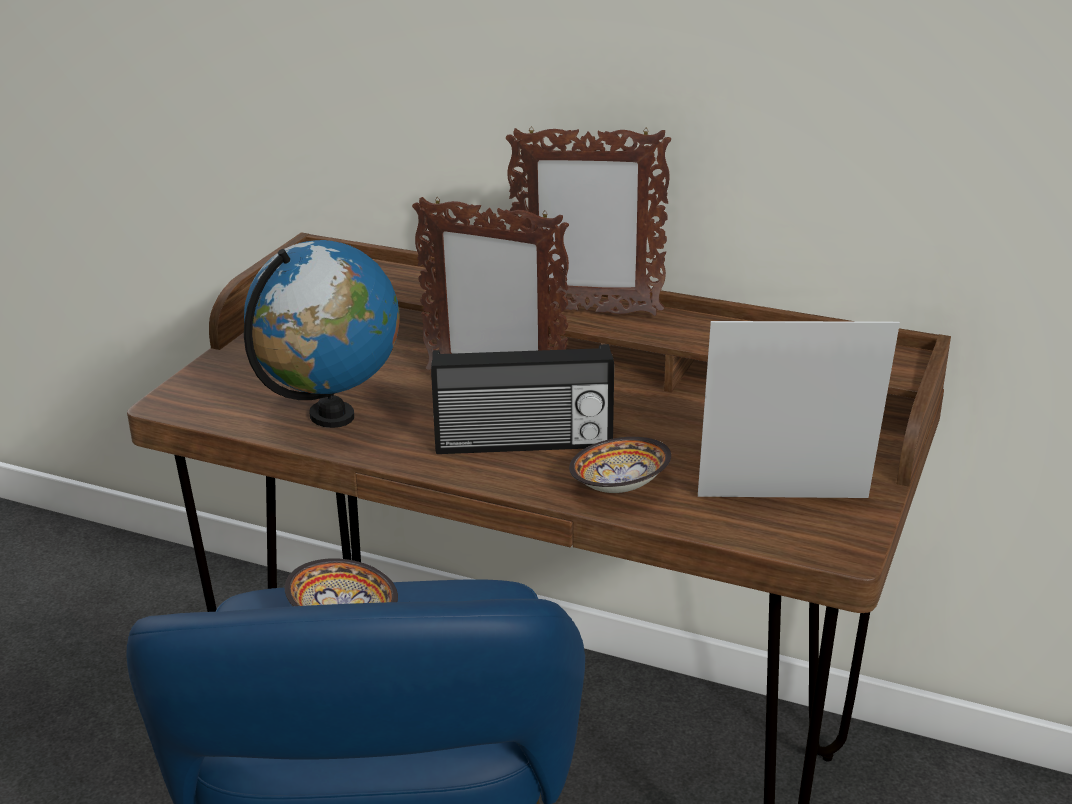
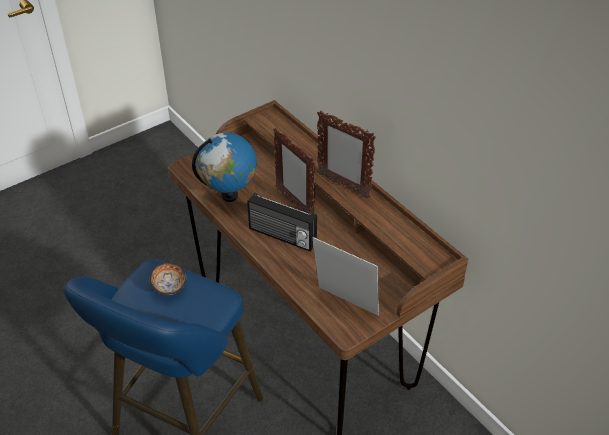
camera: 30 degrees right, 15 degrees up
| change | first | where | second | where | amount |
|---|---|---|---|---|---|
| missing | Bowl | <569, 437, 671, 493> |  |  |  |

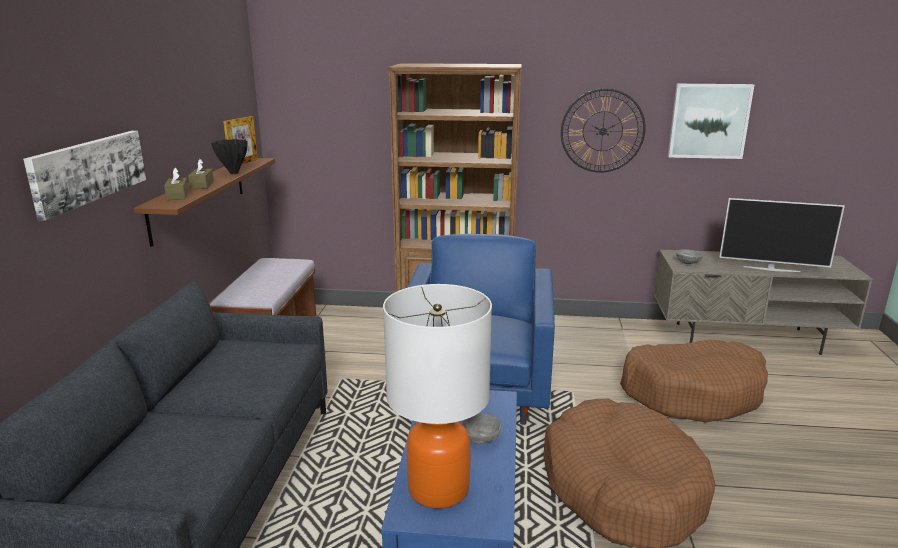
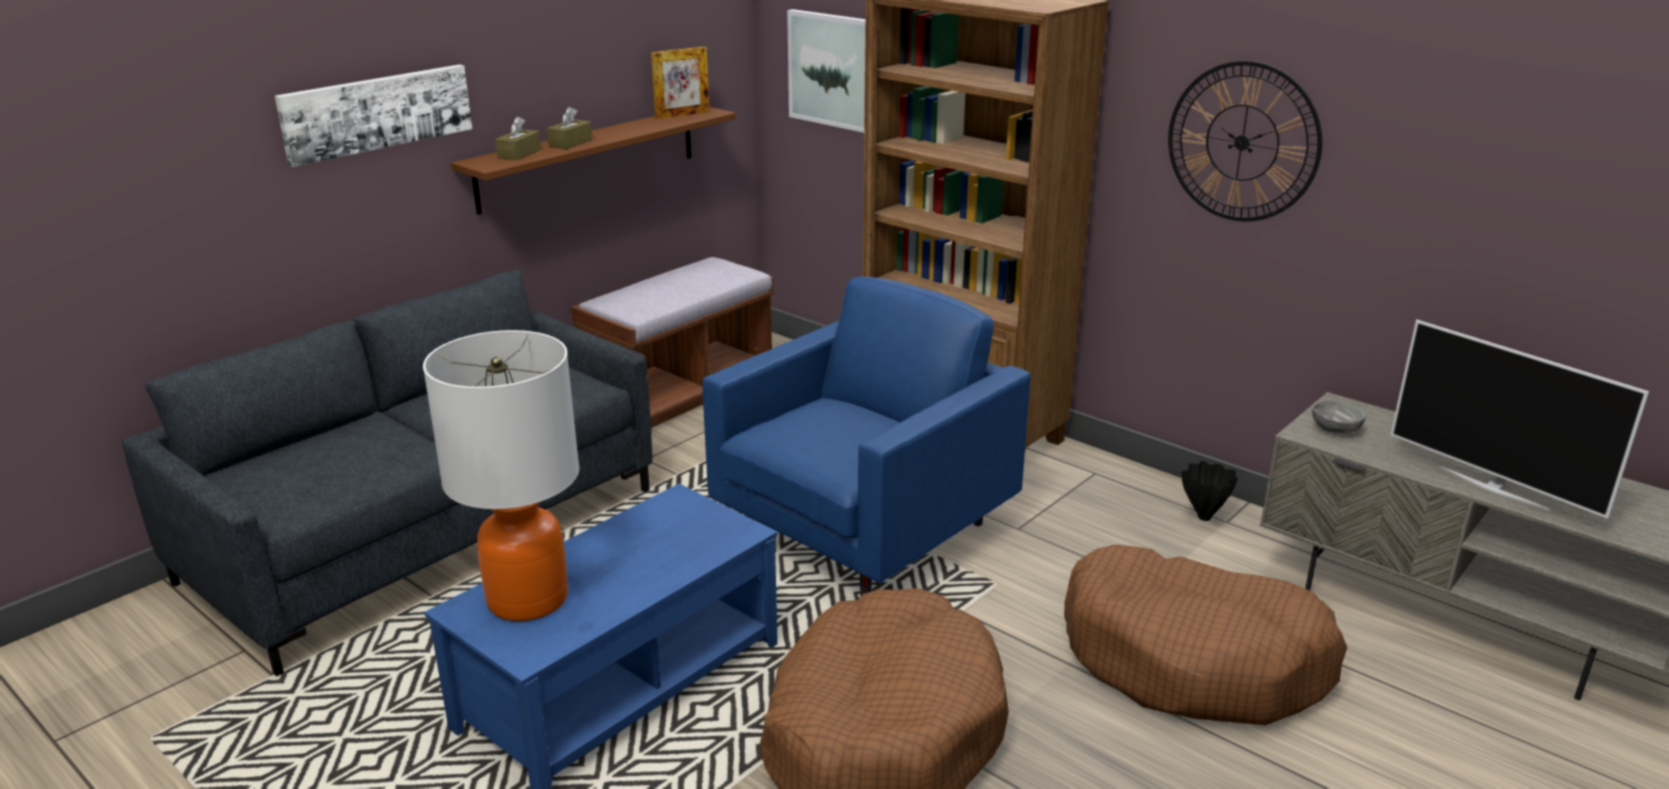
camera: 35 degrees right, 5 degrees up
| change | first | where | second | where | amount |
|---|---|---|---|---|---|
| relocated | BlackColouredVase | <211, 139, 247, 174> |  | <1182, 461, 1238, 521> |  |
| missing | GreyBowl | <461, 414, 501, 444> |  |  |  |
| relocated | WallArt | <668, 84, 754, 159> |  | <787, 9, 865, 133> |  |

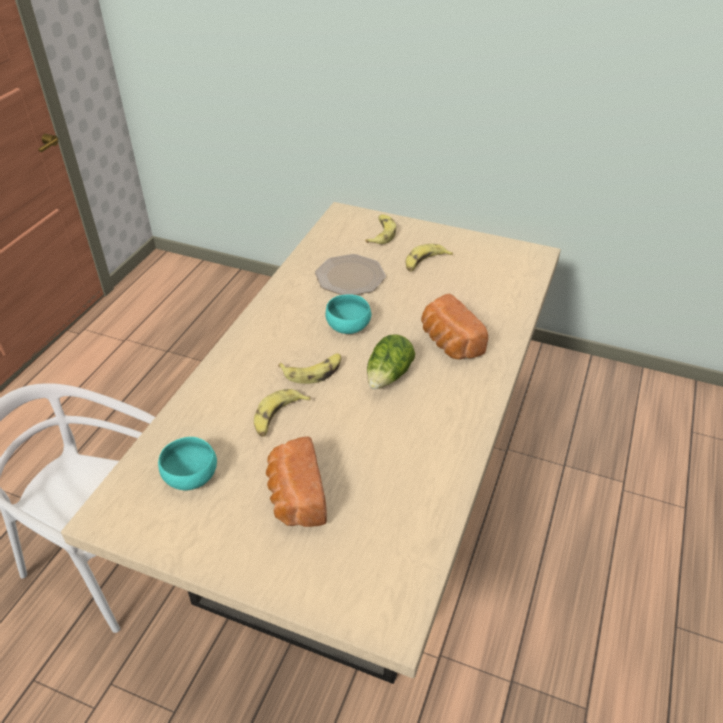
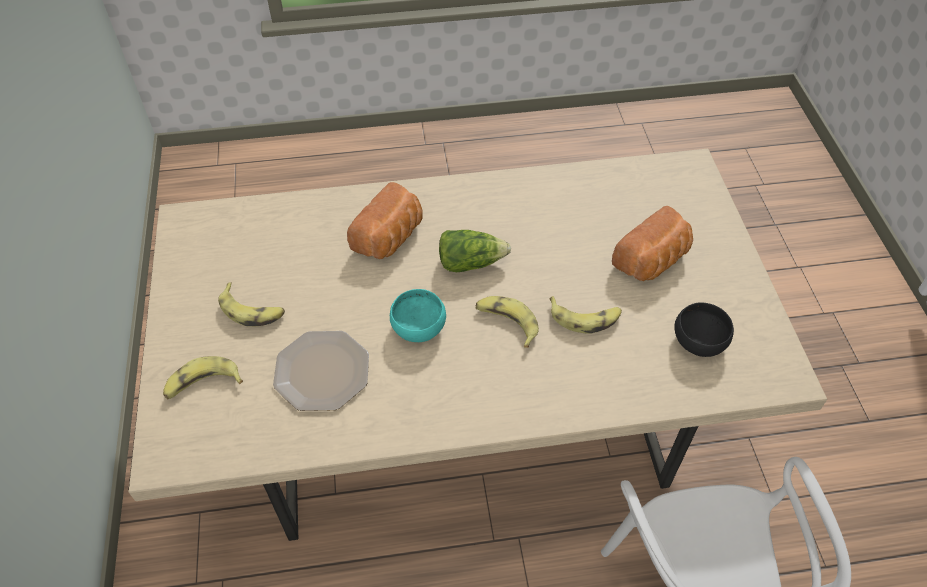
camera: 120 degrees left, 10 degrees up
| change | first | where | second | where | amount |
|---|---|---|---|---|---|
| colour | TurquoiseColouredBowl | <158, 437, 217, 491> | BlackColouredBowl | <674, 302, 734, 357> |  |

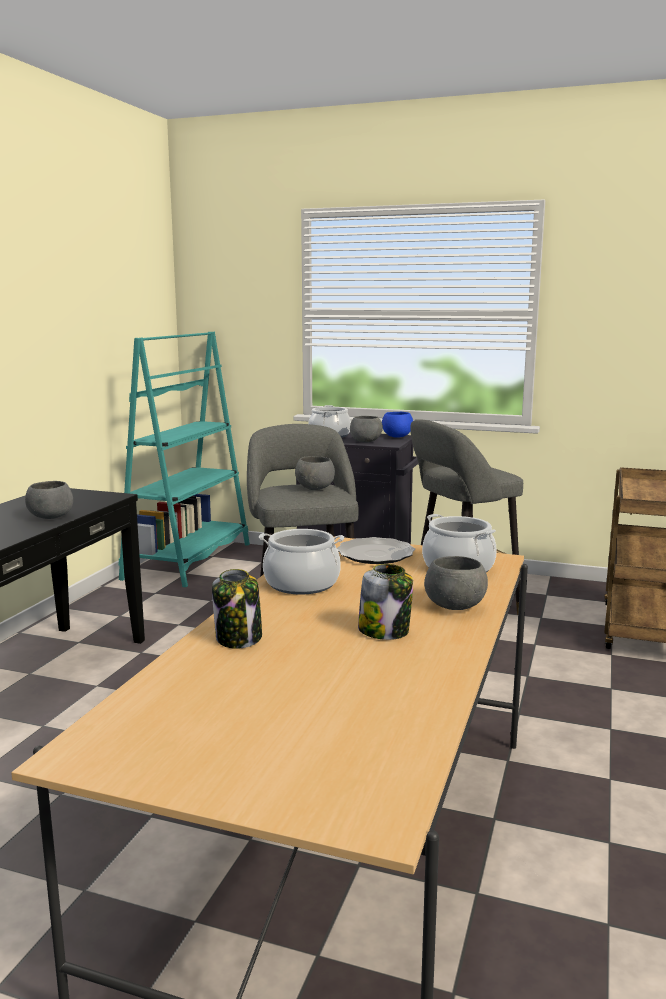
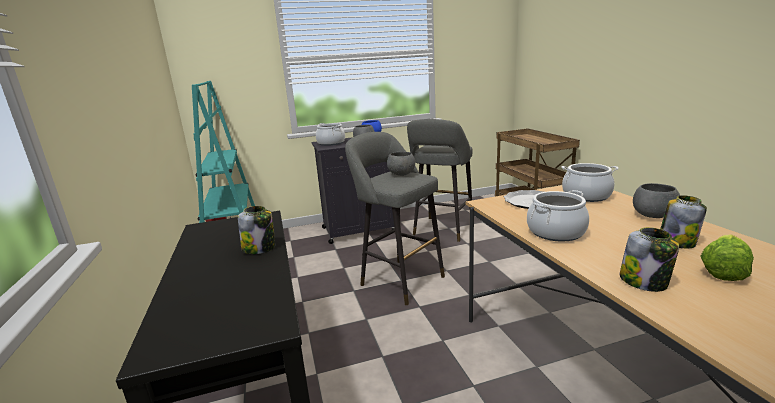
camera: 35 degrees left, 5 degrees up
| change | first | where | second | where | amount |
|---|---|---|---|---|---|
| exchanged | GreyBowl | <25, 481, 73, 519> | StorageJar | <238, 206, 275, 254> |  |
| appeared |  |  | LettuceHead | <700, 235, 754, 281> |  |

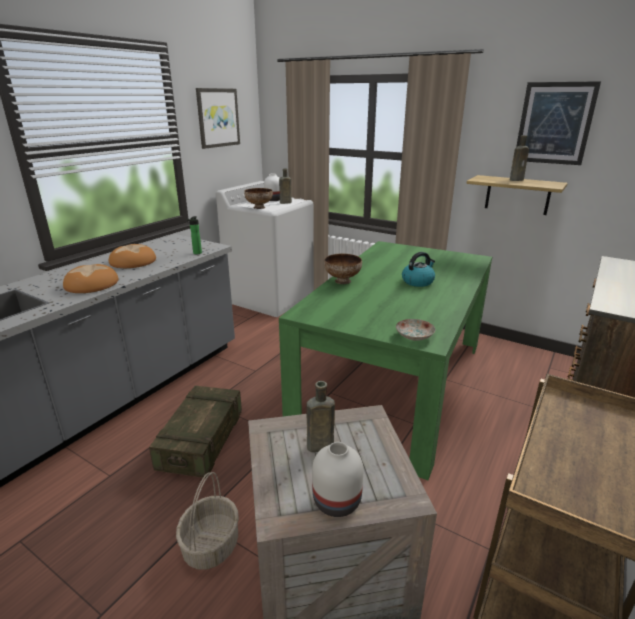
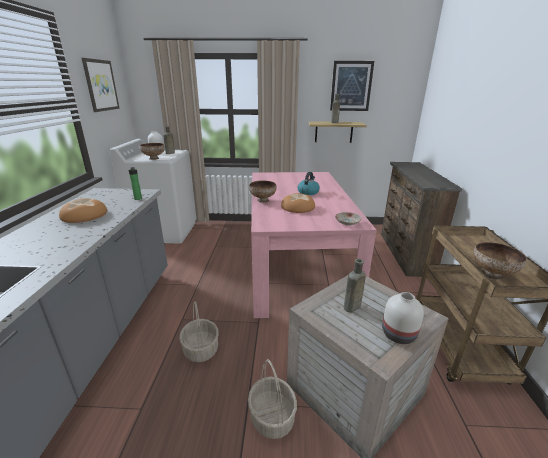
camera: 30 degrees left, 0 degrees up
| change | first | where | second | where | amount |
|---|---|---|---|---|---|
| relocated | BakedBread | <63, 264, 118, 293> |  | <281, 193, 315, 213> |  |
| exchanged | PackingCrate | <149, 385, 242, 478> | Basket | <179, 301, 219, 362> |  |
| colour | GreenishDiningTable | <279, 241, 492, 480> | PinkDiningTable | <251, 172, 377, 318> |  |
| appeared |  |  | Bowl | <473, 242, 527, 279> |  |

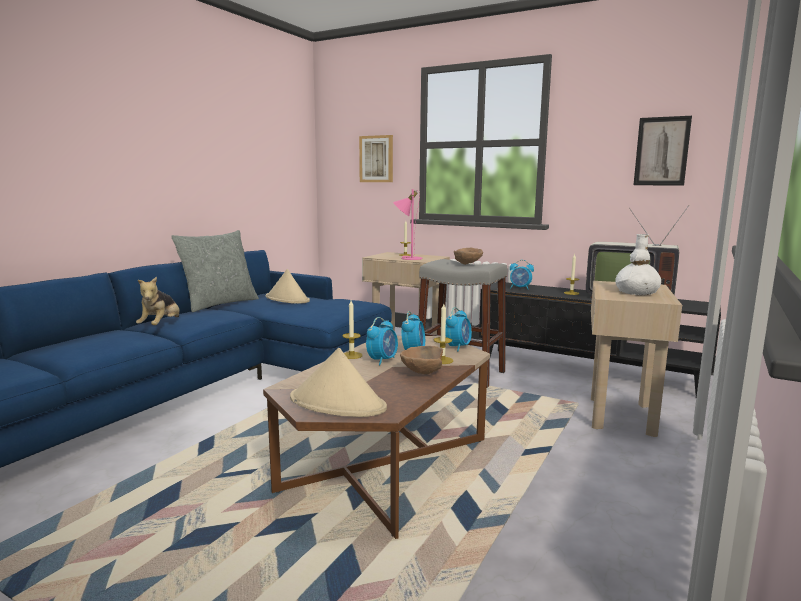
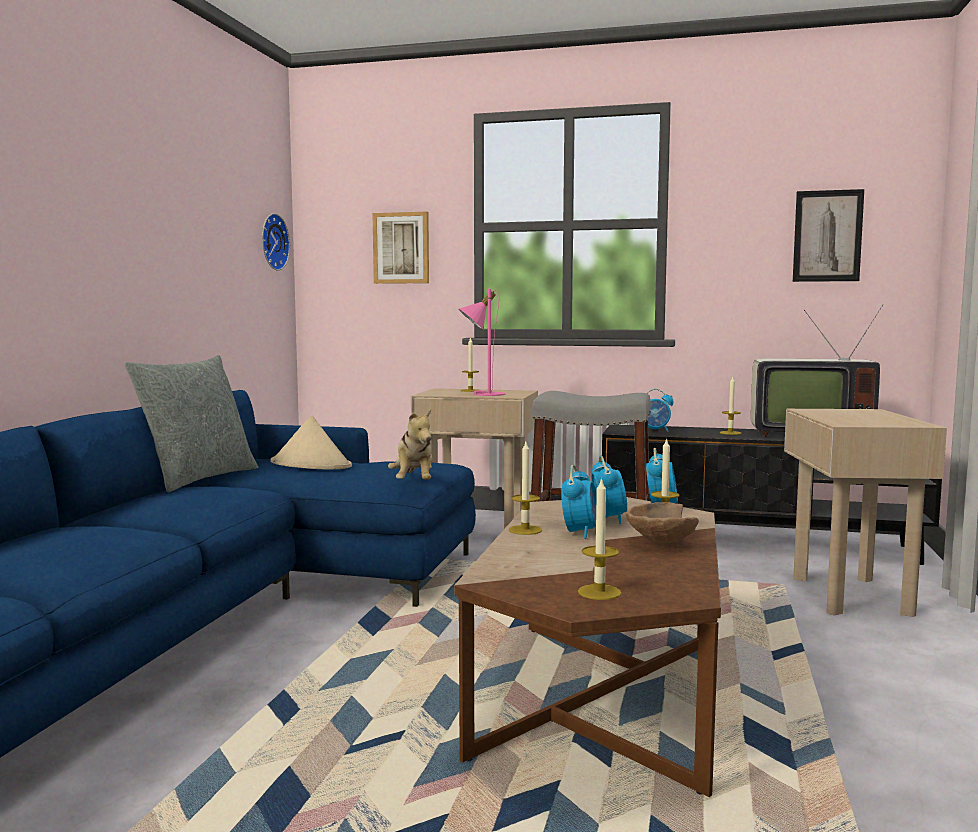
camera: 15 degrees left, 5 degrees down
| change | first | where | second | where | amount |
|---|---|---|---|---|---|
| relocated | CuddlyToy | <136, 277, 180, 325> |  | <388, 409, 432, 480> |  |
| exchanged | SandColouredClothingHat | <290, 348, 387, 417> | WaxLight | <578, 477, 622, 600> |  |
| missing | BrownBowl | <454, 248, 483, 265> |  |  |  |
| missing | WhiteVase | <615, 234, 661, 295> |  |  |  |
| appeared |  |  | HangingClock | <262, 213, 290, 270> |  |

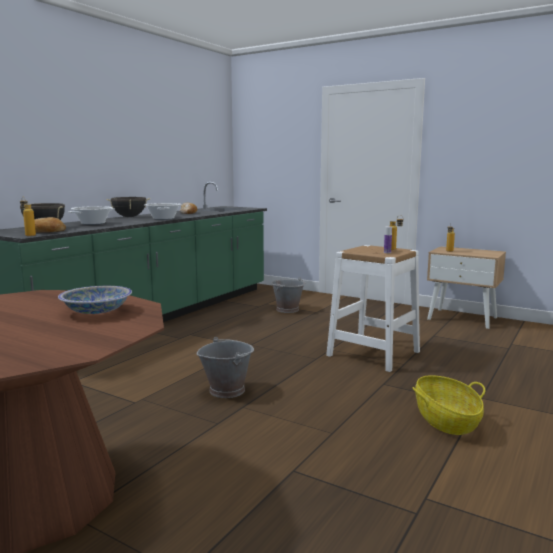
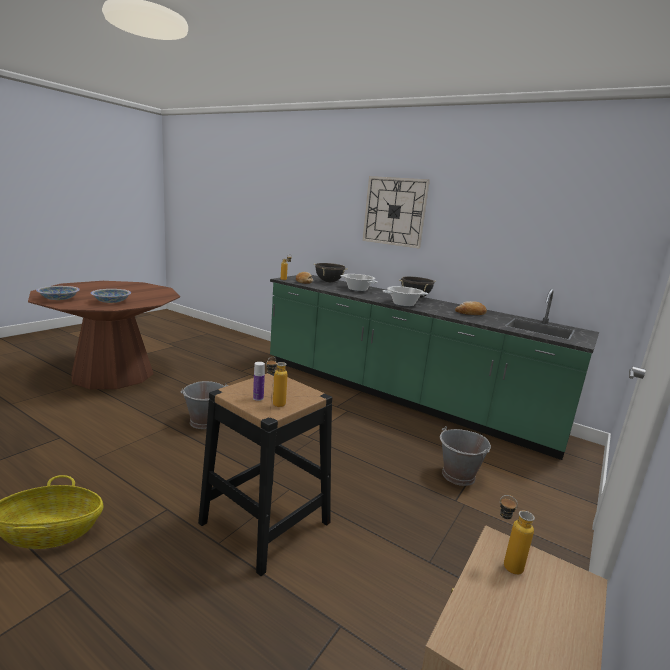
camera: 90 degrees right, 5 degrees up
| change | first | where | second | where | amount |
|---|---|---|---|---|---|
| colour | WhiteStoolSeat | <326, 245, 420, 372> | BlackColouredStoolSeat | <198, 373, 332, 576> |  |
| appeared |  |  | Bowl | <36, 286, 80, 300> |  |
| appeared |  |  | HangingClock | <363, 176, 430, 249> |  |

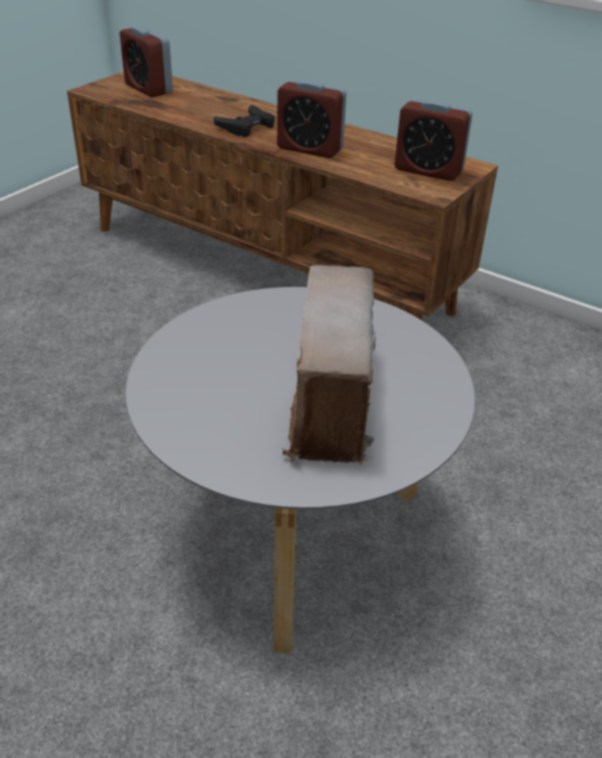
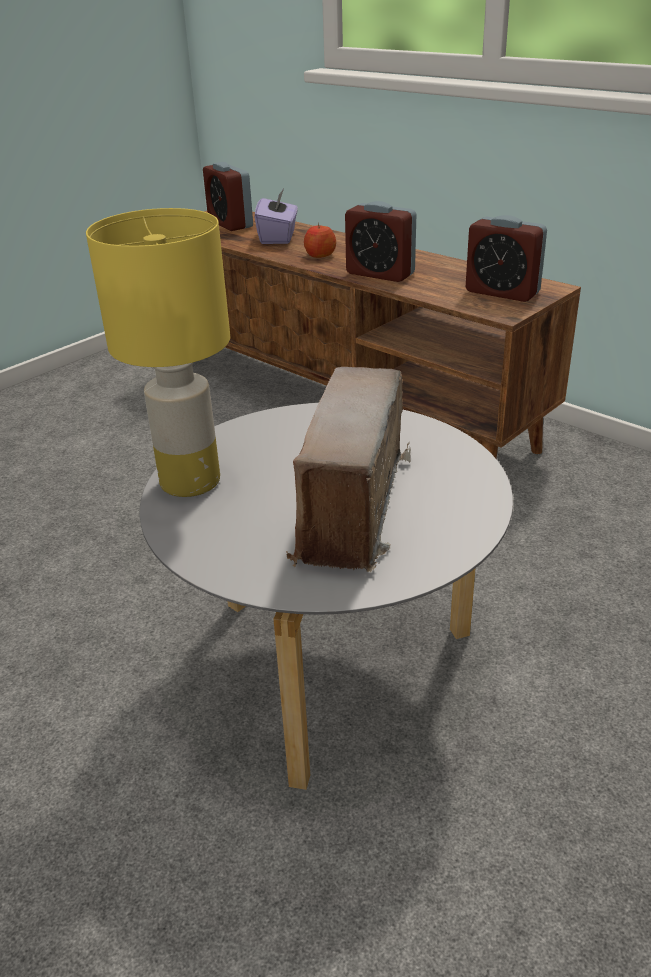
camera: 10 degrees right, 5 degrees down
| change | first | where | second | where | amount |
|---|---|---|---|---|---|
| exchanged | BlackColouredGameController | <214, 104, 275, 137> | WholeApple | <304, 222, 336, 258> |  |
| appeared |  |  | YellowColouredTabletopLamp | <86, 208, 230, 497> |  |
| appeared |  |  | PurpleColouredBoxOfTissues | <255, 189, 298, 244> |  |

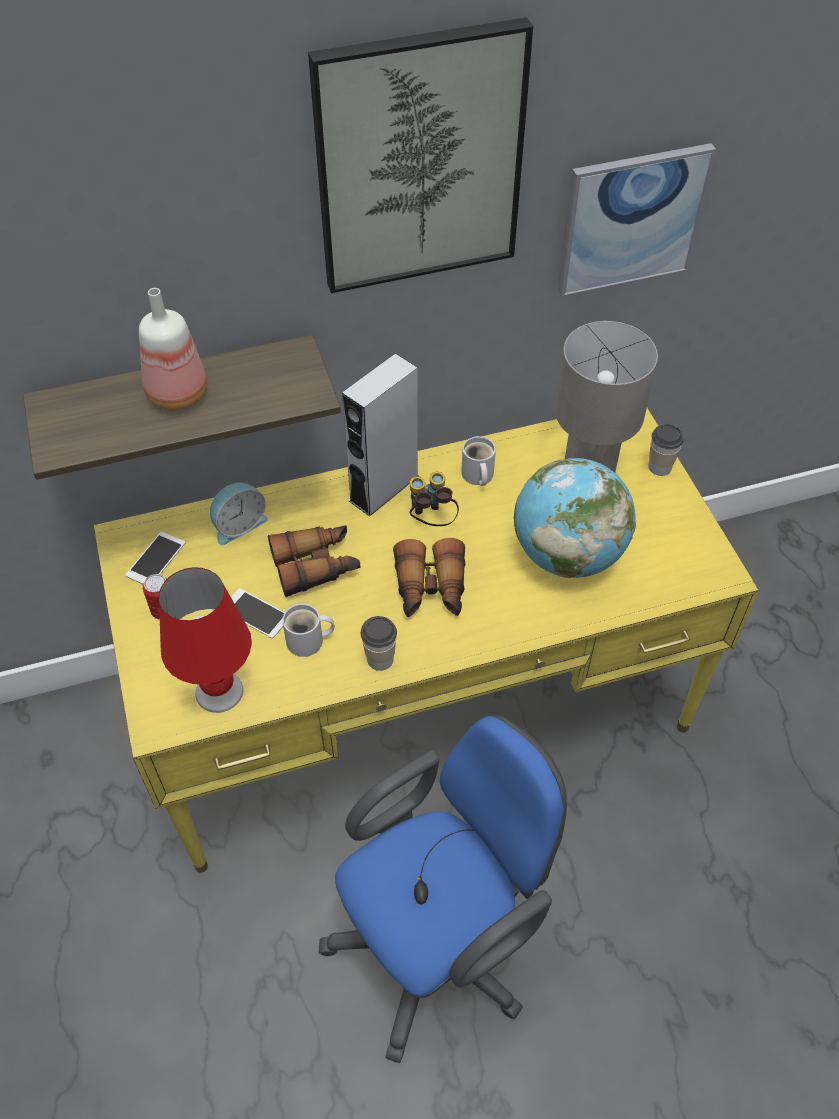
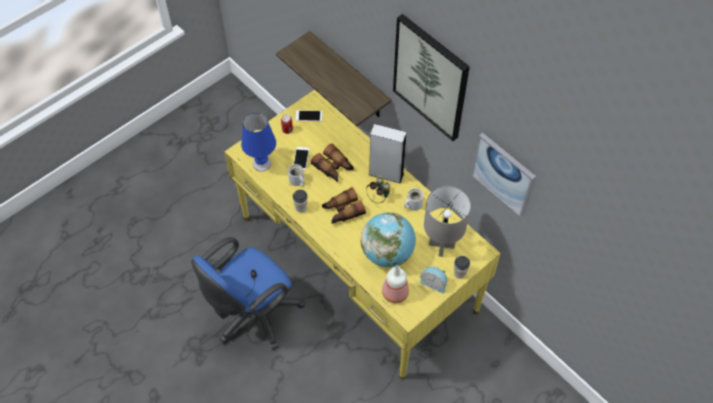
camera: 65 degrees right, 5 degrees up
| change | first | where | second | where | amount |
|---|---|---|---|---|---|
| relocated | Bottle | <139, 288, 207, 410> |  | <382, 266, 409, 303> |  |
| colour | RedColouredTabletopLamp | <159, 567, 252, 713> | BlueColouredTabletopLamp | <241, 113, 276, 172> |  |
| relocated | BedsideClock | <210, 482, 268, 545> |  | <420, 267, 447, 293> |  |
| spun | BlueColouredDeskChair | <319, 715, 567, 1063> |  | <191, 237, 305, 350> | 105 degrees clockwise |

